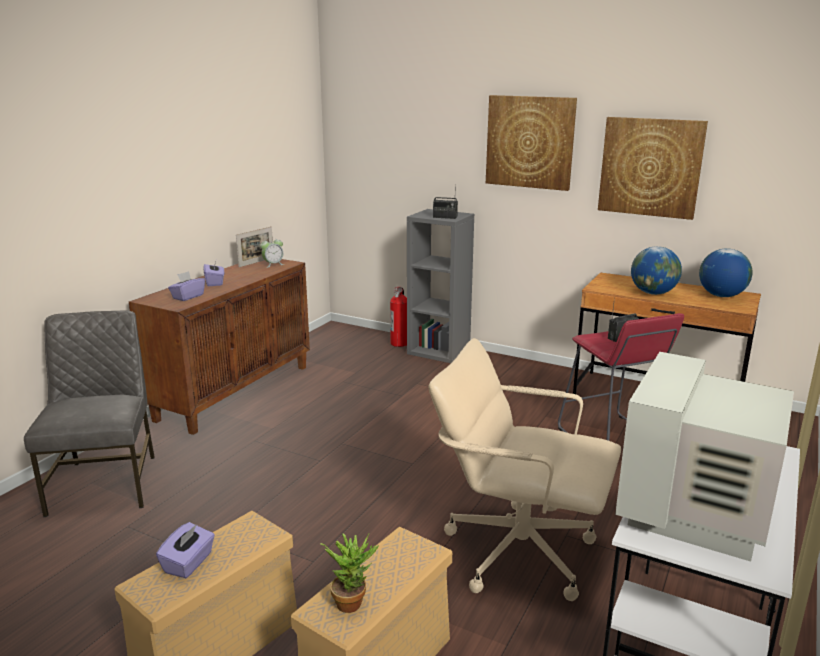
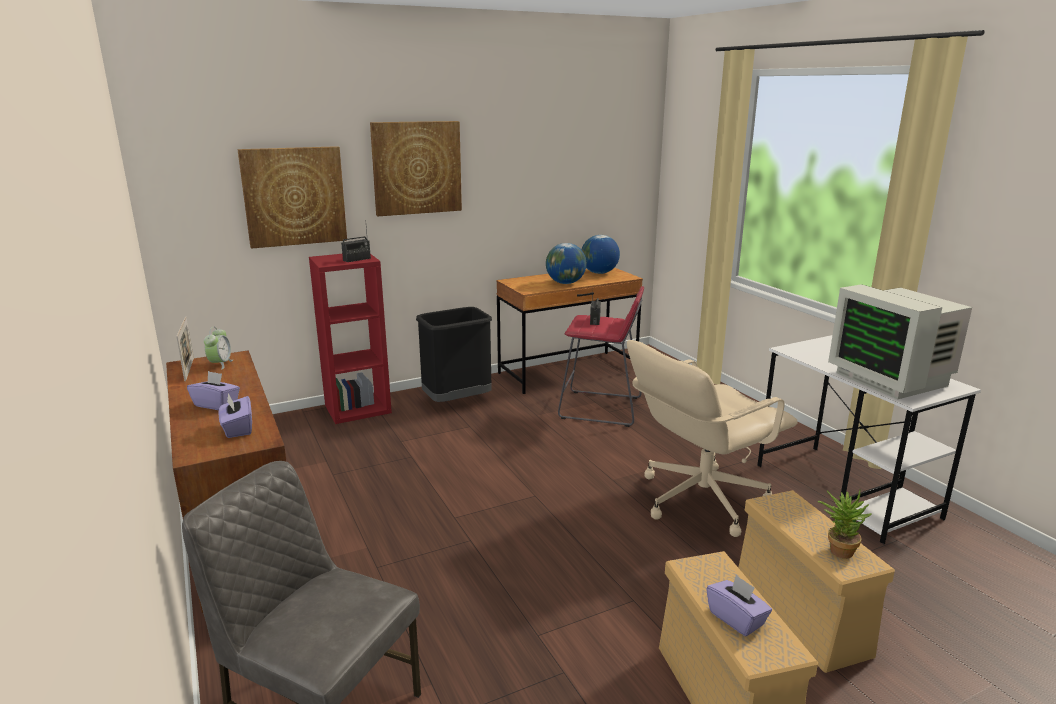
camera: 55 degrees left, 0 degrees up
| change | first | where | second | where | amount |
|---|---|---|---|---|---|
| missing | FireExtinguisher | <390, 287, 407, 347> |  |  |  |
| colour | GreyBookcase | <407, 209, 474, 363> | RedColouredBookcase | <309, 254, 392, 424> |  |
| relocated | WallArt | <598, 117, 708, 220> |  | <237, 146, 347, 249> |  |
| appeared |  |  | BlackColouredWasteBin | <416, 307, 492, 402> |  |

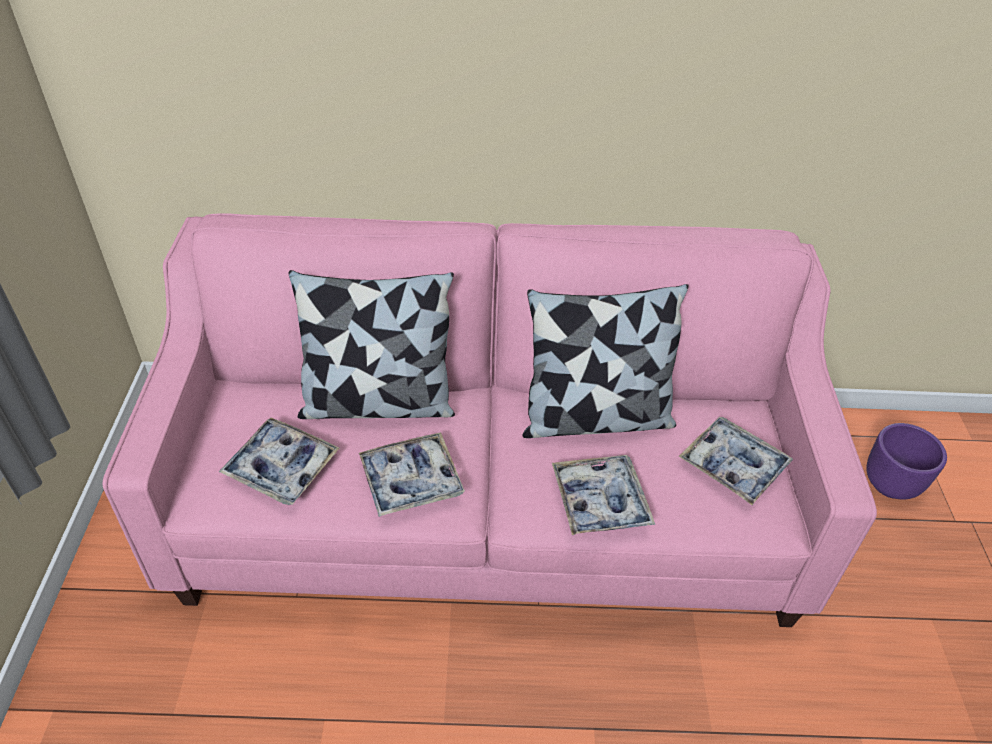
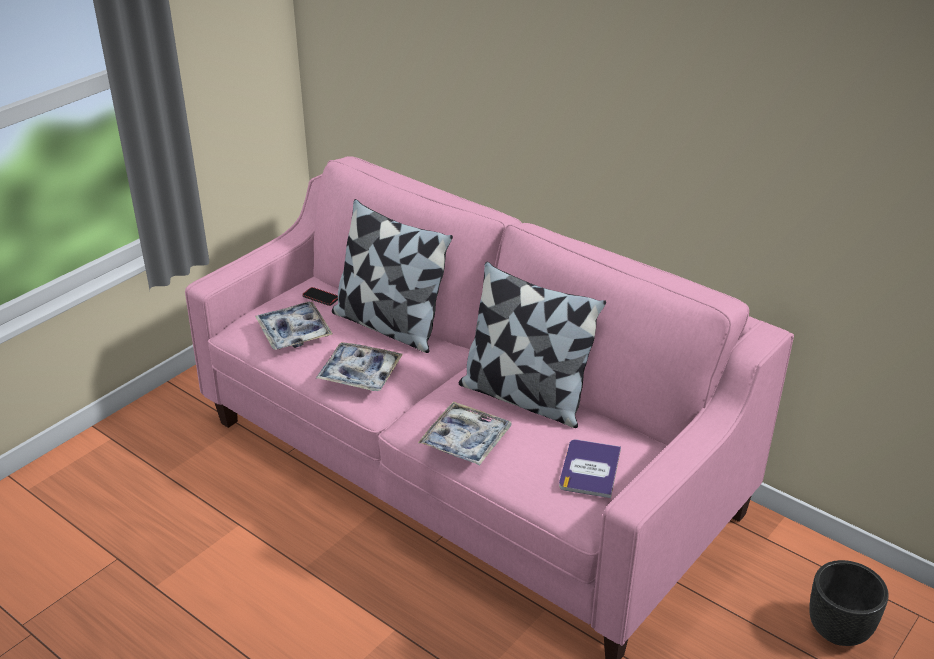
camera: 40 degrees right, 10 degrees down
| change | first | where | second | where | amount |
|---|---|---|---|---|---|
| exchanged | Tray | <679, 417, 793, 505> | Volume | <559, 439, 621, 498> |  |
| colour | PurpleColouredPlantPot | <867, 423, 947, 500> | BlackColouredPlantPot | <809, 560, 888, 646> |  |
| appeared |  |  | Telephone | <302, 287, 338, 306> |  |

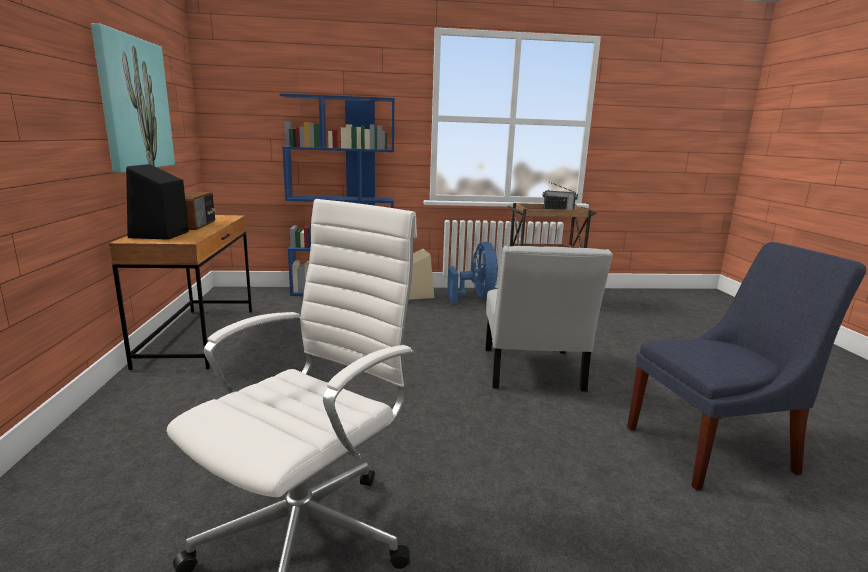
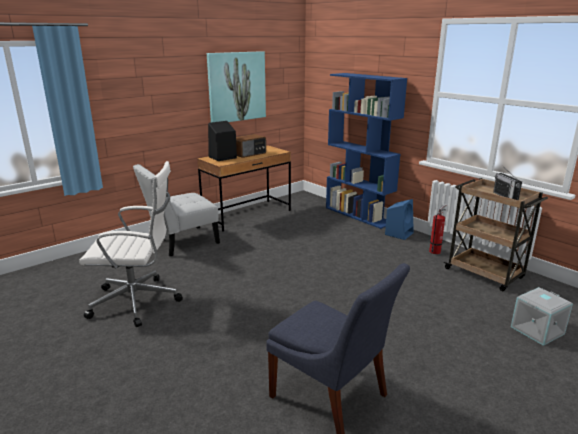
camera: 55 degrees right, 5 degrees up
| change | first | where | second | where | amount |
|---|---|---|---|---|---|
| colour | SandColouredSpeaker | <409, 249, 434, 300> | BlueColouredSpeaker | <385, 199, 414, 240> |  |
| exchanged | BlueColouredElectricFan | <447, 242, 498, 303> | FireExtinguisher | <429, 204, 447, 254> |  |
| relocated | WhitePlainChair | <485, 246, 613, 392> |  | <133, 164, 220, 256> |  |
| appeared |  |  | GreyStorageBin | <511, 287, 573, 346> |  |

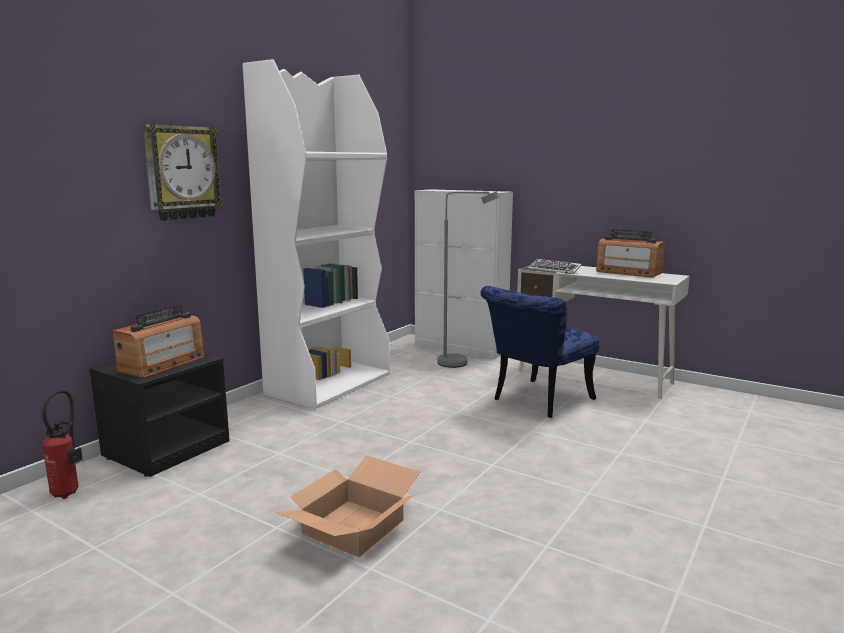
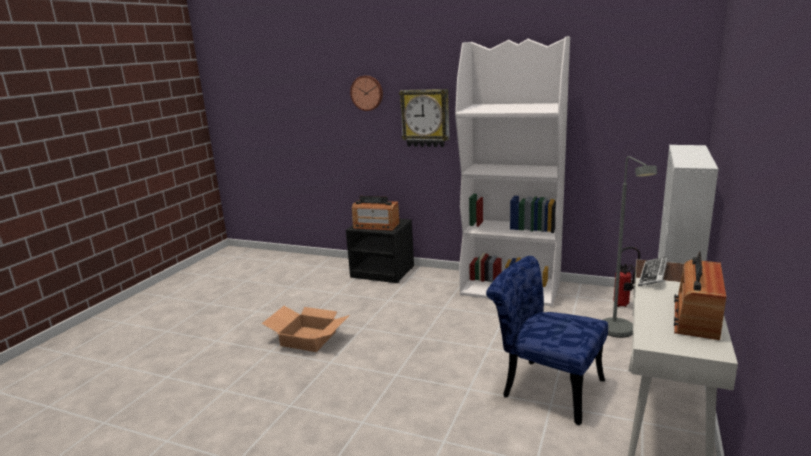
camera: 80 degrees right, 5 degrees up
| change | first | where | second | where | amount |
|---|---|---|---|---|---|
| relocated | FireExtinguisher | <42, 389, 83, 499> |  | <613, 247, 640, 307> |  |
| appeared |  |  | HangingClock | <350, 75, 383, 111> |  |

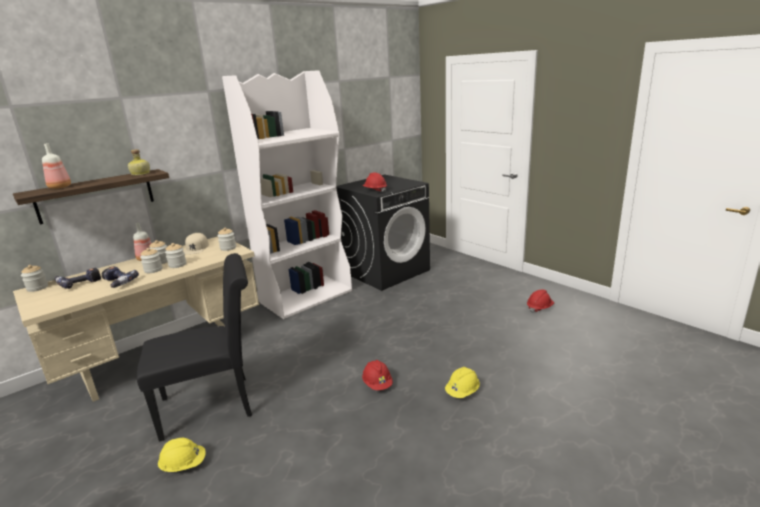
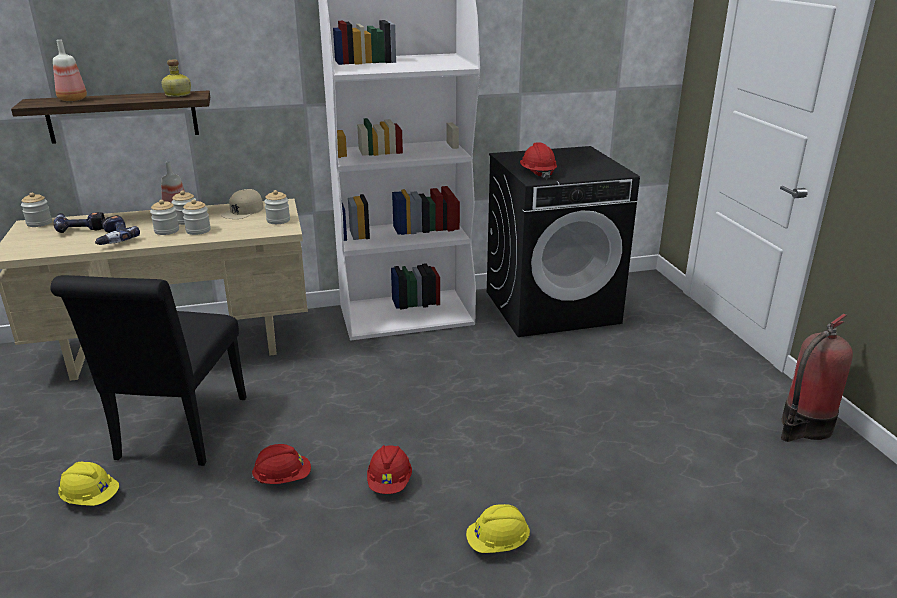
camera: 25 degrees right, 5 degrees up
| change | first | where | second | where | amount |
|---|---|---|---|---|---|
| spun | BlackColouredPlainChair | <137, 253, 252, 442> |  | <50, 275, 246, 466> | 90 degrees clockwise |
| relocated | RedColouredHardHat | <527, 289, 554, 313> |  | <252, 444, 311, 484> |  |
| appeared |  |  | FireExtinguisher | <781, 314, 853, 442> |  |

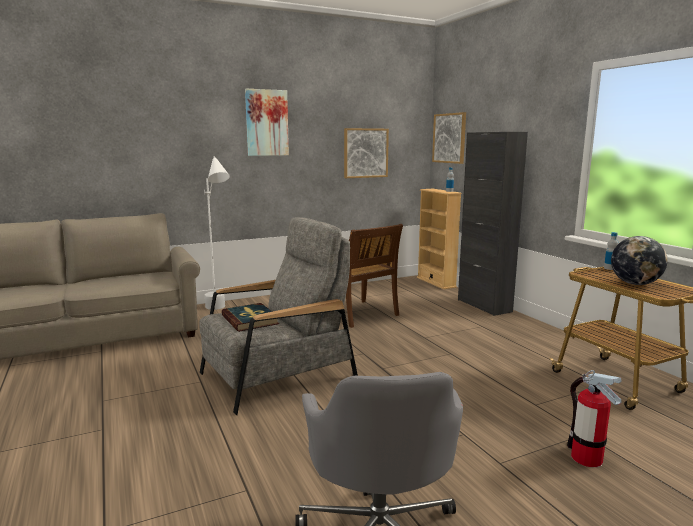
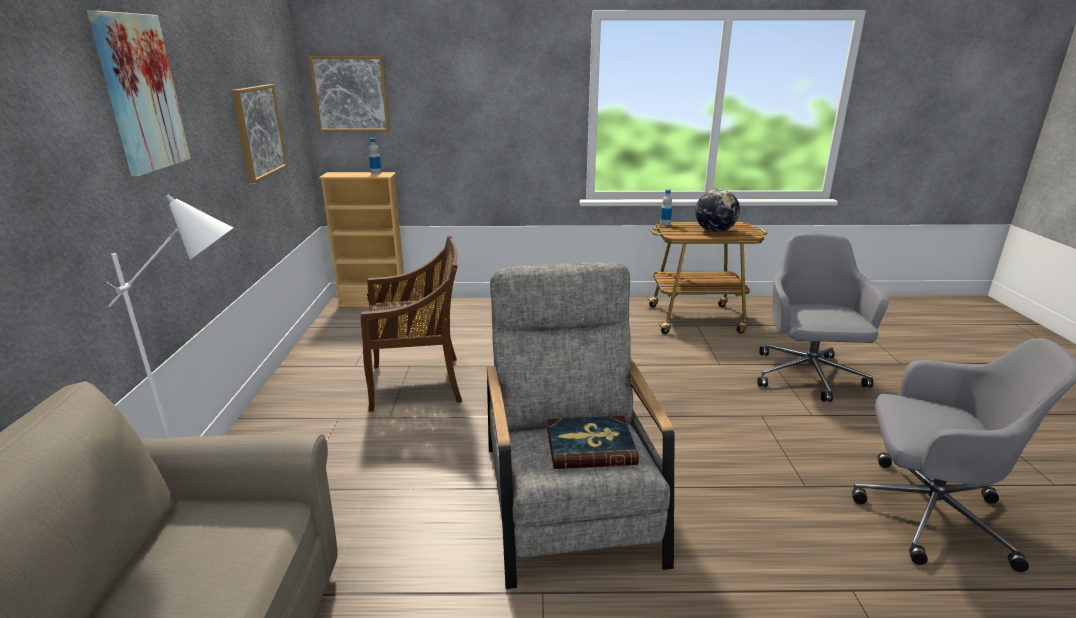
camera: 65 degrees left, 10 degrees up
| change | first | where | second | where | amount |
|---|---|---|---|---|---|
| missing | BlackColouredStorageCabinet | <458, 132, 528, 316> |  |  |  |
| exchanged | FireExtinguisher | <567, 370, 622, 467> | GreyDeskChair | <757, 233, 889, 402> |  |

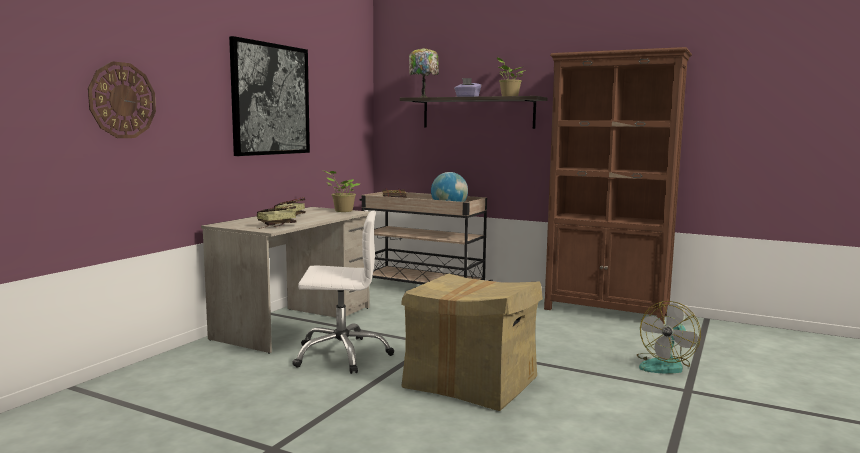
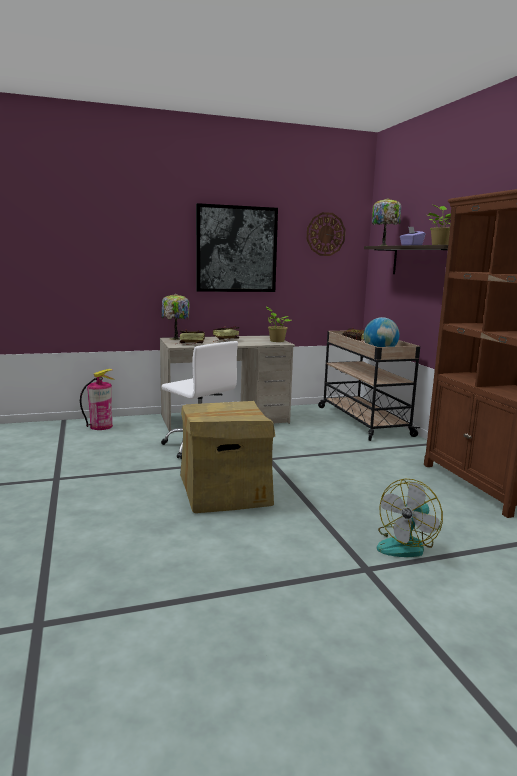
camera: 45 degrees right, 5 degrees up
| change | first | where | second | where | amount |
|---|---|---|---|---|---|
| relocated | HangingClock | <88, 61, 156, 138> |  | <306, 212, 346, 256> |  |
| spun | ElectricFan | <637, 301, 701, 374> |  | <377, 479, 443, 557> | 45 degrees counterclockwise |
| appeared |  |  | FireExtinguisher | <80, 369, 114, 430> |  |
| appeared |  |  | TabletopLamp | <162, 294, 189, 340> |  |

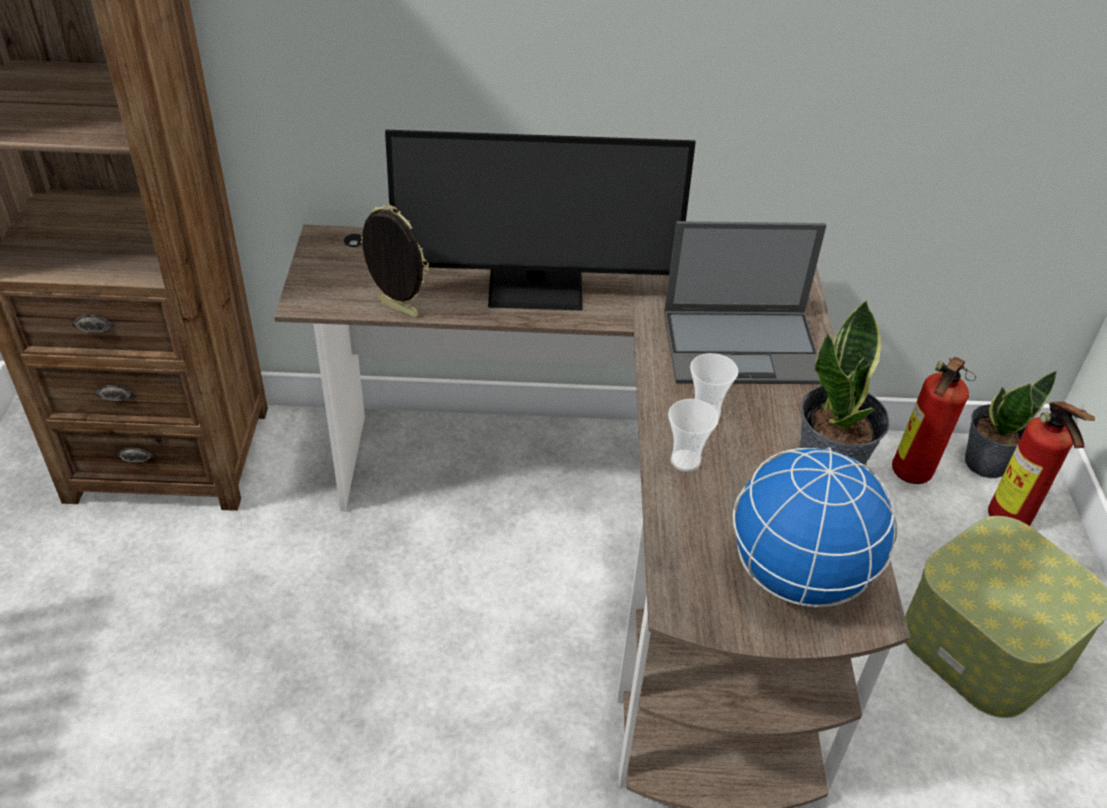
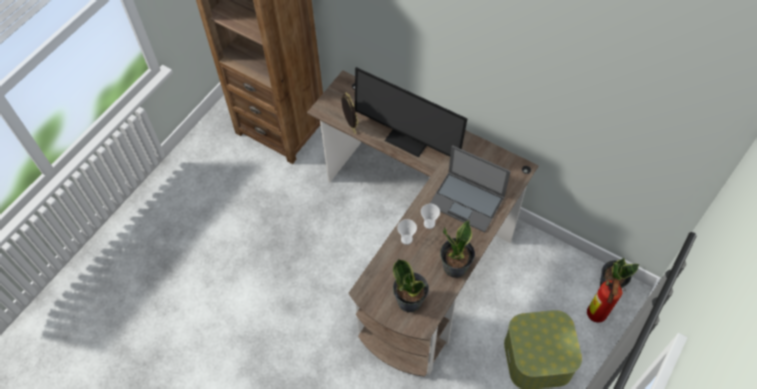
camera: 35 degrees right, 15 degrees up
| change | first | where | second | where | amount |
|---|---|---|---|---|---|
| exchanged | Globe | <733, 447, 898, 607> | PottedPlant | <393, 259, 429, 312> |  |
| missing | FireExtinguisher | <892, 357, 976, 484> |  |  |  |

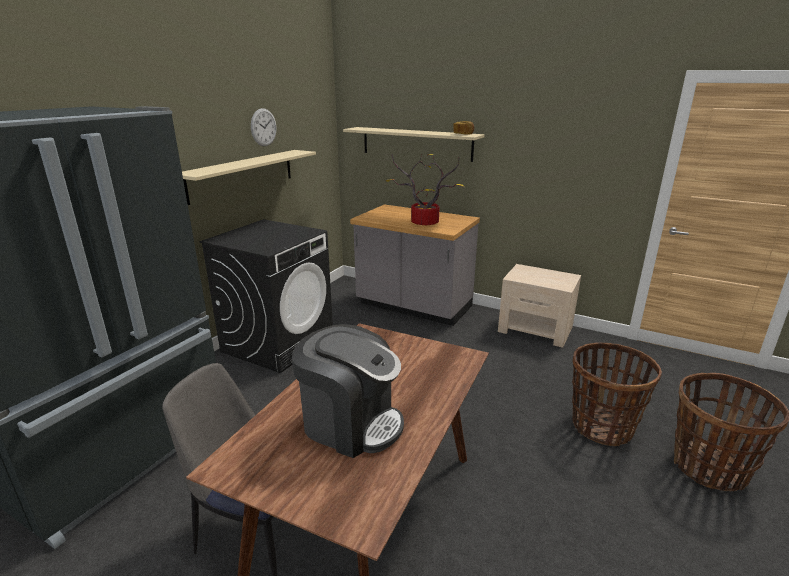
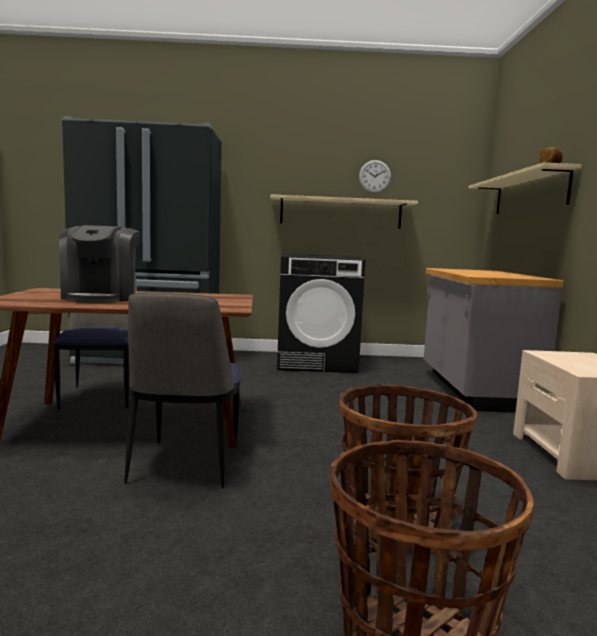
camera: 60 degrees right, 15 degrees down
| change | first | where | second | where | amount |
|---|---|---|---|---|---|
| missing | PottedPlant | <386, 154, 464, 226> |  |  |  |
| appeared |  |  | PlainChair | <124, 292, 241, 488> |  |

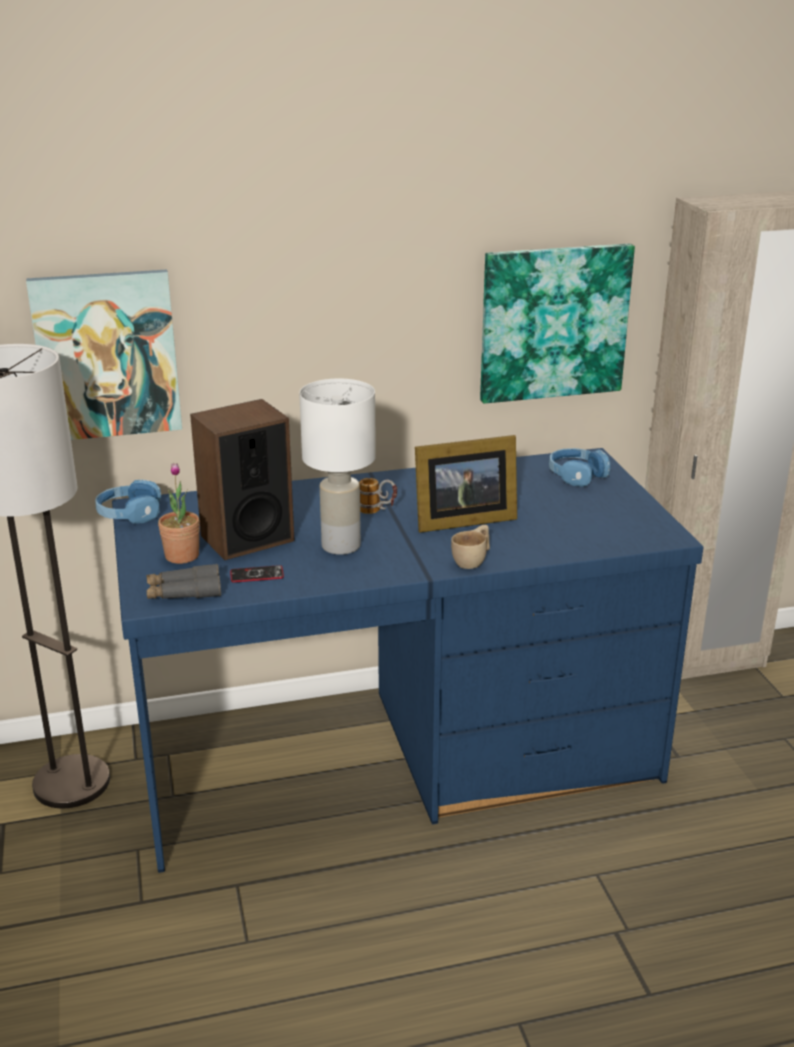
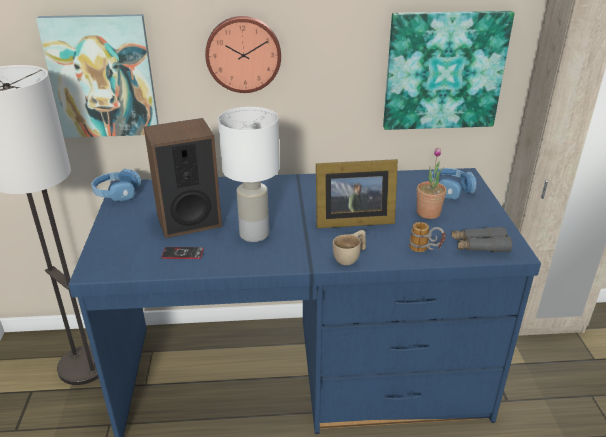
camera: 10 degrees right, 5 degrees up
| change | first | where | second | where | amount |
|---|---|---|---|---|---|
| relocated | GreyBinoculars | <146, 564, 221, 599> |  | <452, 227, 512, 252> |  |
| relocated | PottedPlant | <158, 463, 200, 564> |  | <417, 148, 446, 219> |  |
| relocated | CoffeeMug | <359, 478, 397, 514> |  | <409, 222, 446, 252> |  |
| appeared |  |  | HangingClock | <205, 16, 281, 93> |  |

